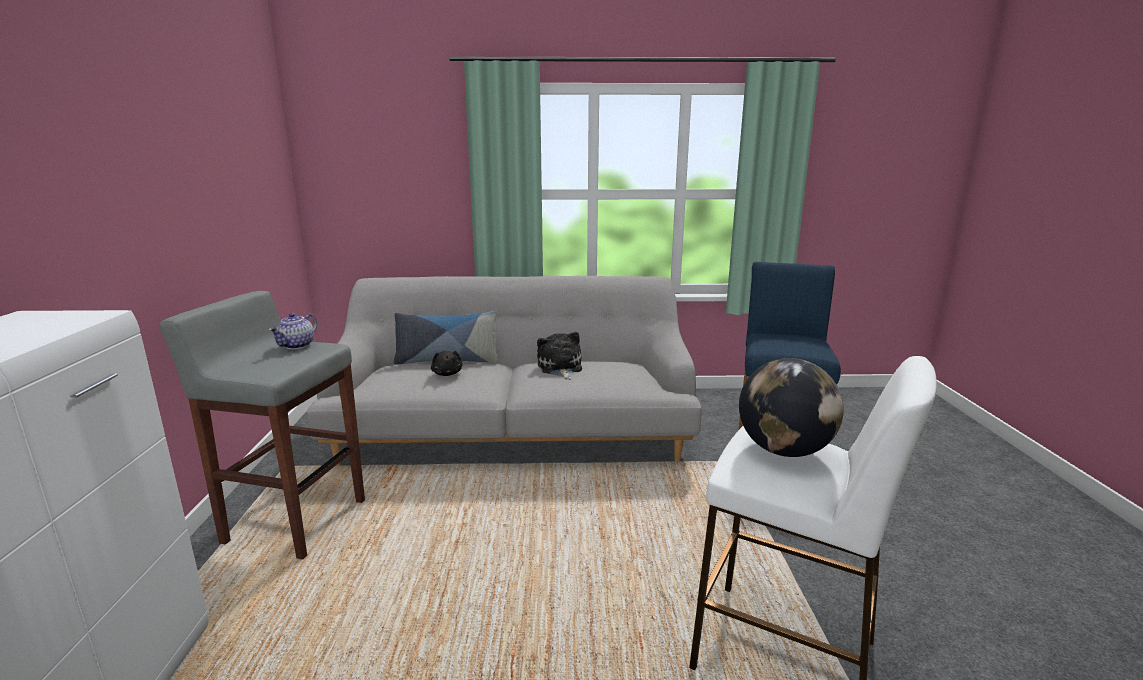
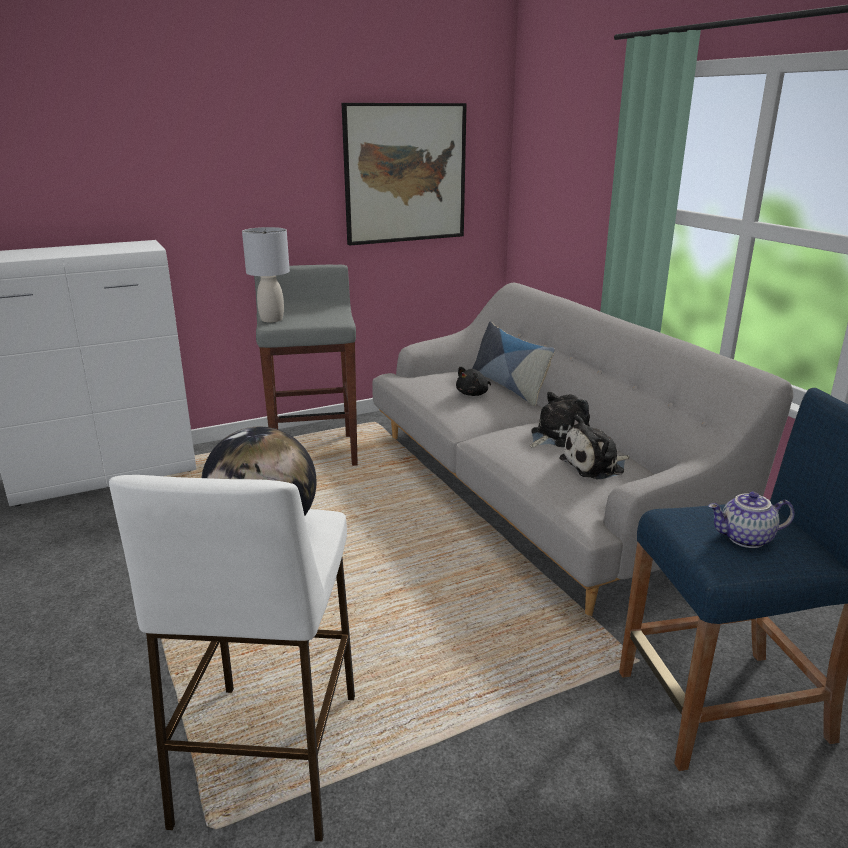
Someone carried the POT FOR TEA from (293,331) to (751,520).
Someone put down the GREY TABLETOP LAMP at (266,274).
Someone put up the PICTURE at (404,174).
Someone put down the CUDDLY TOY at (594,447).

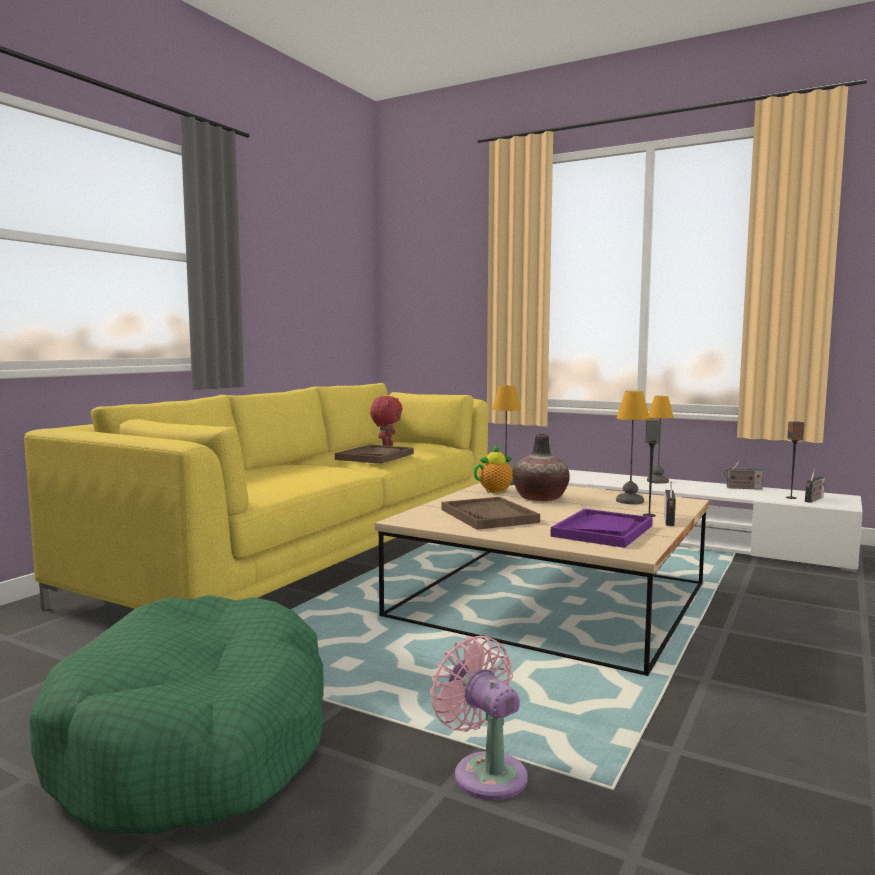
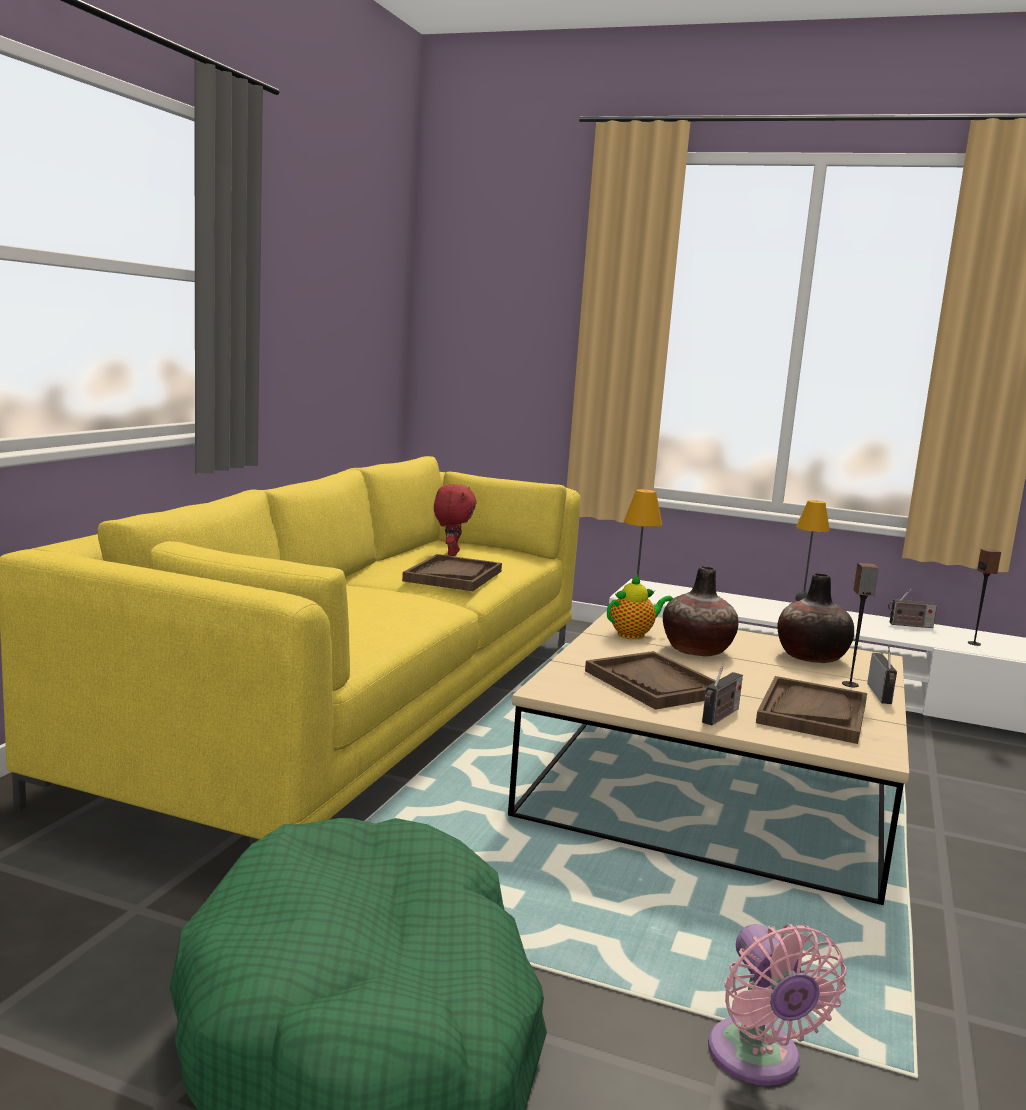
Someone rotated the PINKISH COOLING FAN at (479,718) by 150 degrees counterclockwise.
Someone repainted the PURPLISH CARRYING TRAY at (601,528), which became the BROWN-COLOURED CARRYING TRAY at (811,710).
Someone swapped the TABLETOP LAMP at (633,447) for the DECORATIVE VASE at (815,618).
Someone carried the RADIO RECEIVER from (815,486) to (722,694).

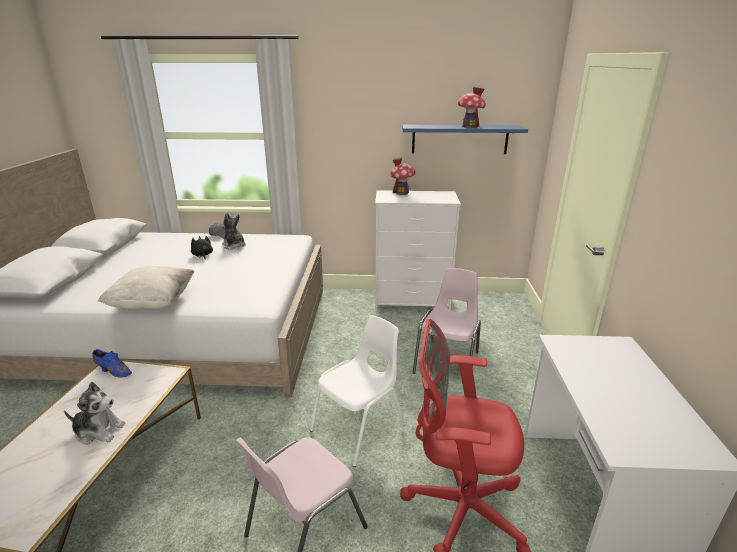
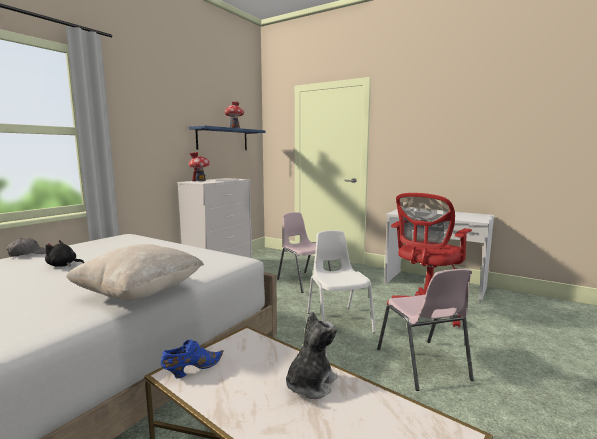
Someone took away the CUDDLY TOY at (234,231).

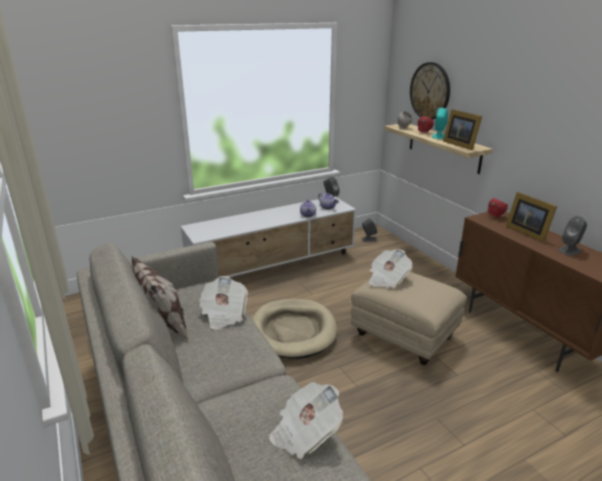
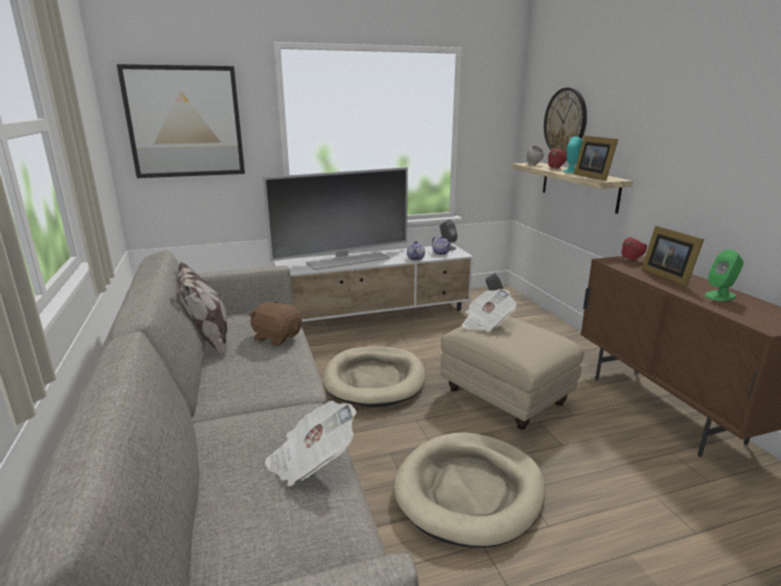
Someone swapped the NEWSPAPER at (223,303) for the BROWN-COLOURED CUDDLY TOY at (275,323).
Someone repainted the GREY AUDIO SPEAKER at (573,236), which became the GREEN AUDIO SPEAKER at (724,275).
Someone put up the PICTURE at (181,121).
Someone put down the TELEVISION at (335,218).
Someone put down the BEIGE DOG BED at (469,490).

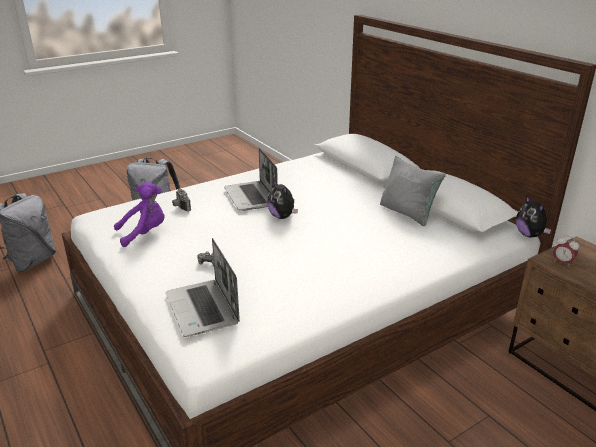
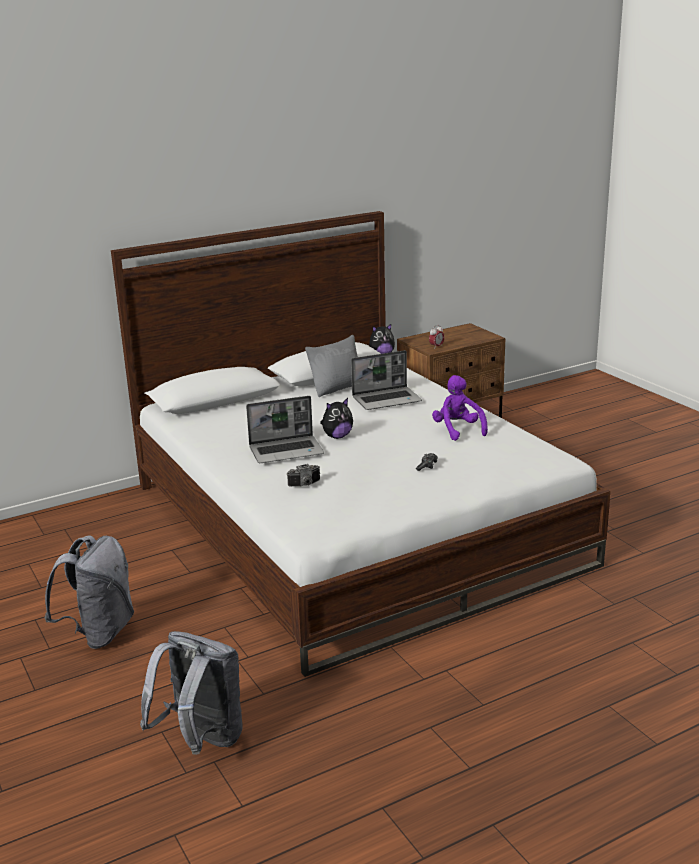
Someone carried the PURPLISH CUDDLY TOY from (139,214) to (460,408).
Someone carried the PORTABLE COMPUTER from (203,287) to (386,380).

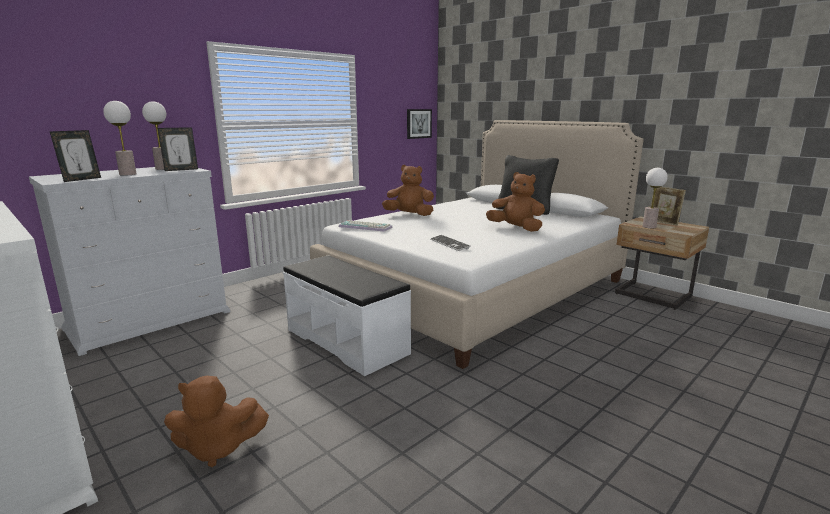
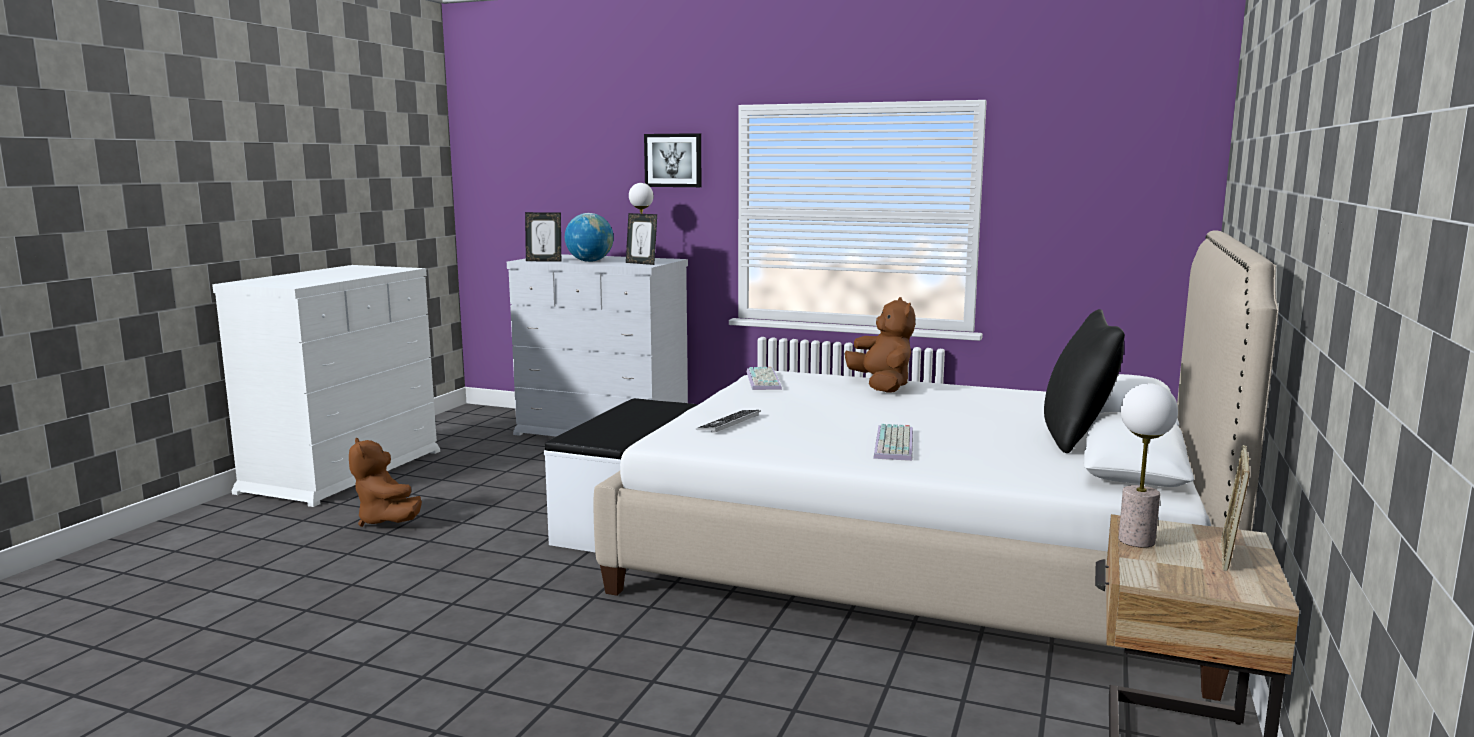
Someone swapped the TABLETOP LAMP at (119,138) for the DESK GLOBE at (589,237).
Someone carried the PICTURE from (419,124) to (673,160).
Someone swapped the BROWN-COLOURED CUDDLY TOY at (515,202) for the KEYBOARD at (893,442).

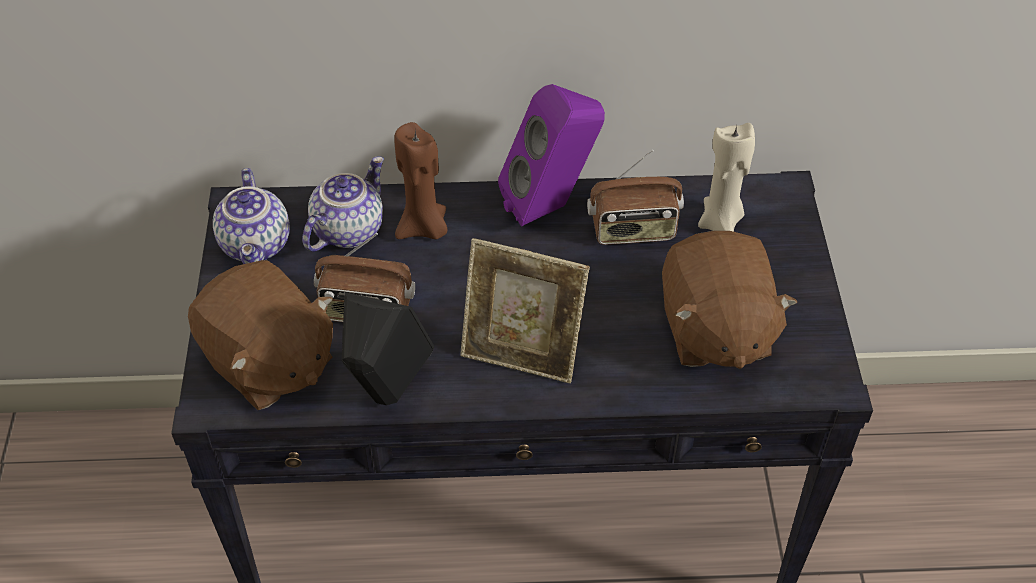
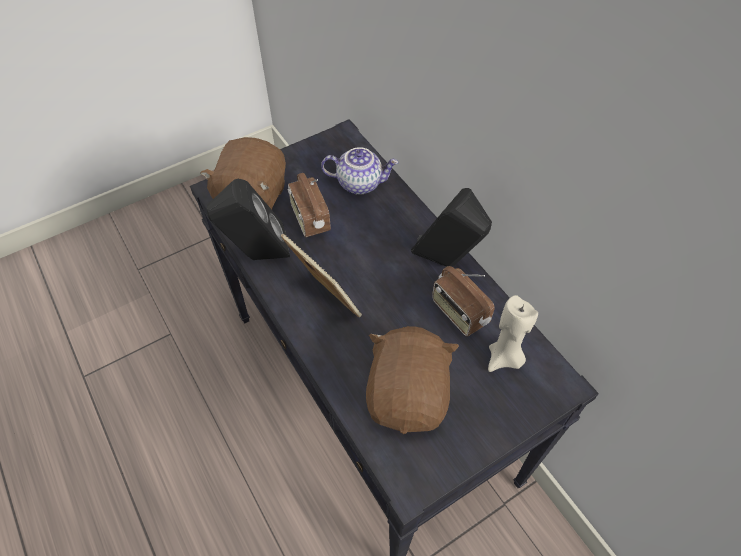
Someone took away the POT FOR TEA at (251,216).
Someone took away the BROWN-COLOURED WAX LIGHT at (420,180).
Someone rotated the PICTURE FRAME at (525,310) by 150 degrees clockwise.
Someone repainted the PURPLISH AUDIO SPEAKER at (551,155), which became the BLACKISH AUDIO SPEAKER at (451,227).
Someone rotated the BROWN-COLOURED CUDDLY TOY at (729,300) by 135 degrees clockwise.

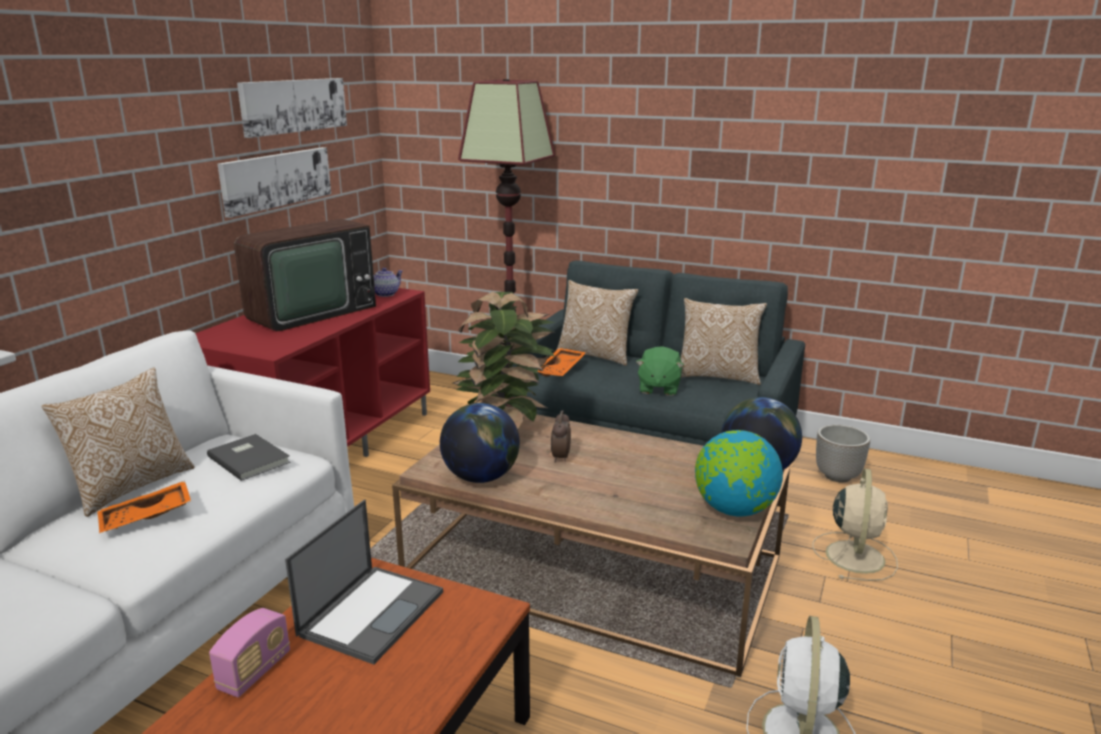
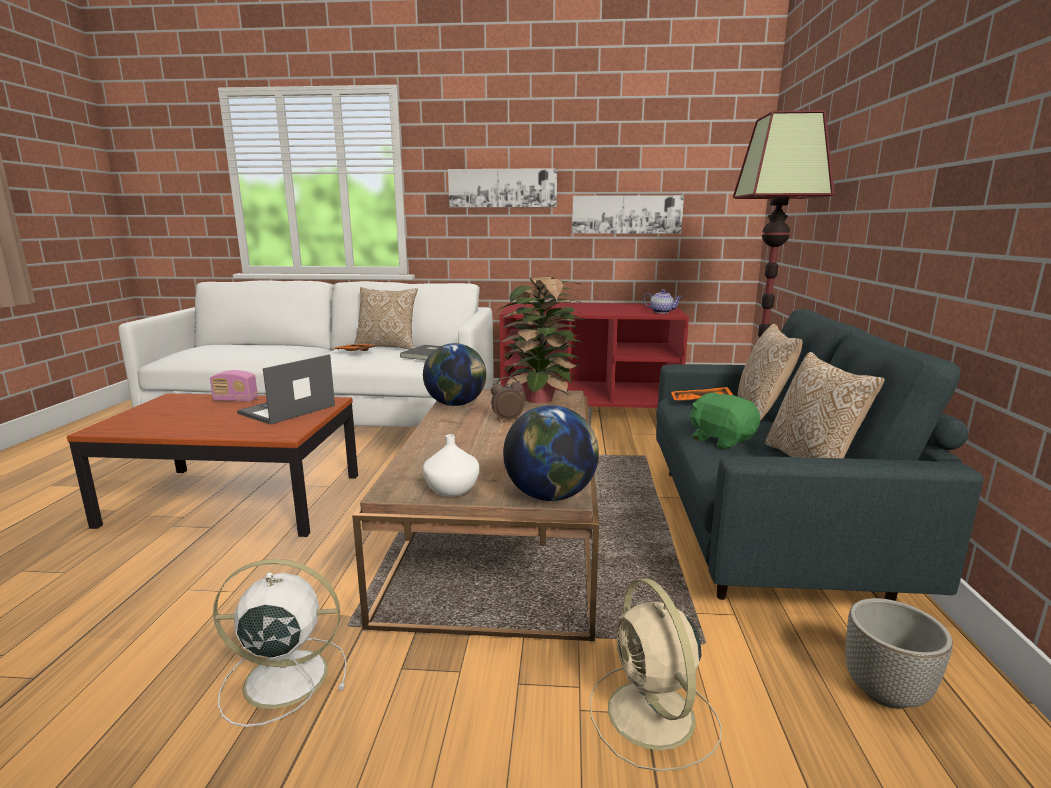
Someone took away the TELEVISION at (305,275).
Someone carried the PICTURE from (292,108) to (502,187).
Someone rotated the PORTABLE COMPUTER at (364,582) by 120 degrees clockwise.
Someone rotated the GREEN CUDDLY TOY at (660,371) by 60 degrees clockwise.
Someone swapped the DESK GLOBE at (739,473) for the WHITISH DECORATIVE VASE at (451,465).
Someone rotated the BEIGE COOLING FAN at (855,524) by 75 degrees clockwise.

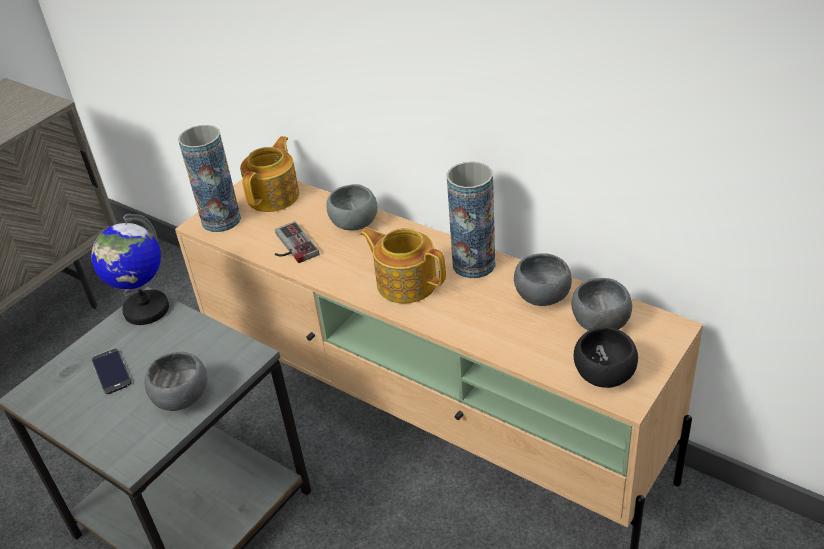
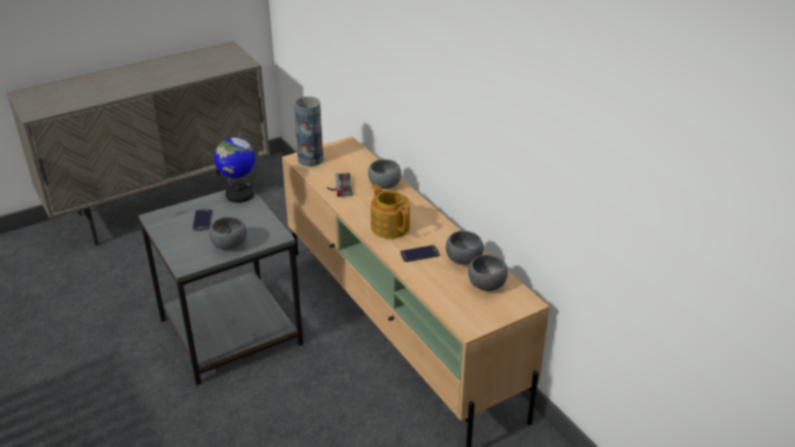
Someone took away the POT FOR TEA at (269,174).
Someone took away the DECORATIVE VASE at (471,220).
Someone took away the BLACKISH SERVING BOWL at (606,357).
Someone put down the PHONE at (419,253).

